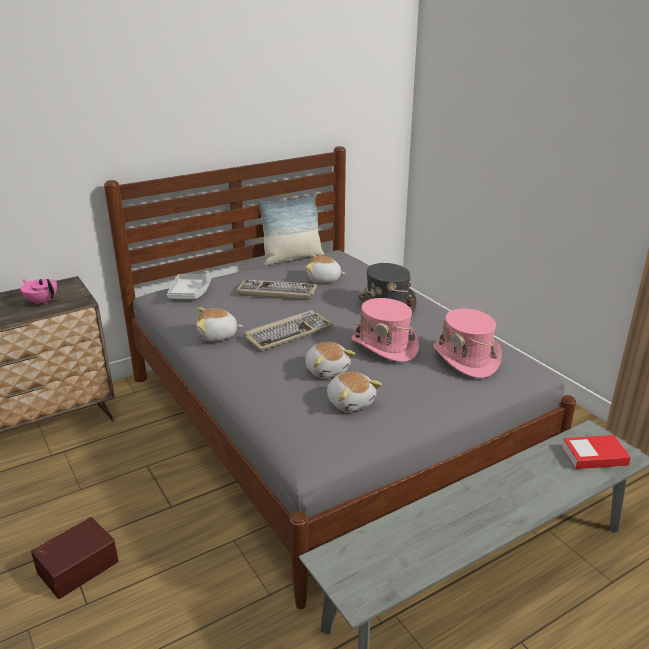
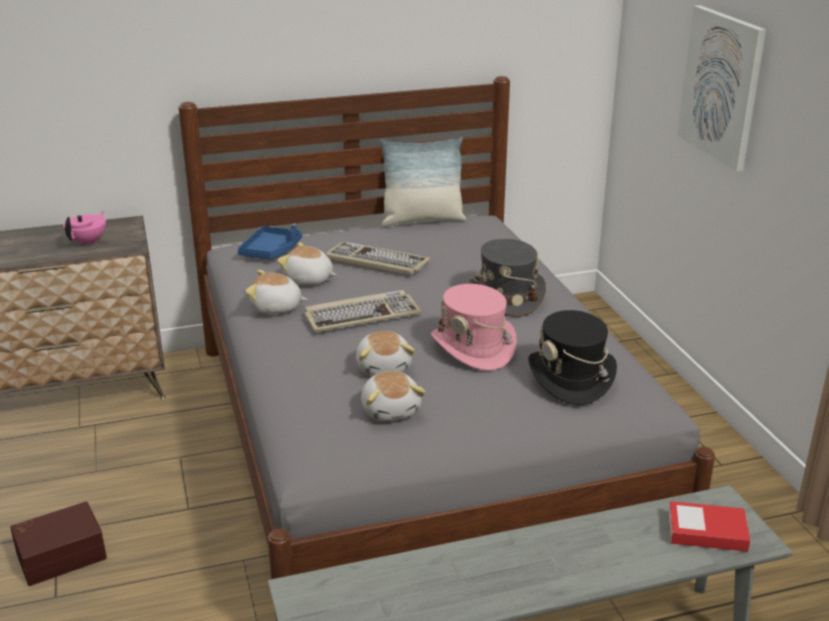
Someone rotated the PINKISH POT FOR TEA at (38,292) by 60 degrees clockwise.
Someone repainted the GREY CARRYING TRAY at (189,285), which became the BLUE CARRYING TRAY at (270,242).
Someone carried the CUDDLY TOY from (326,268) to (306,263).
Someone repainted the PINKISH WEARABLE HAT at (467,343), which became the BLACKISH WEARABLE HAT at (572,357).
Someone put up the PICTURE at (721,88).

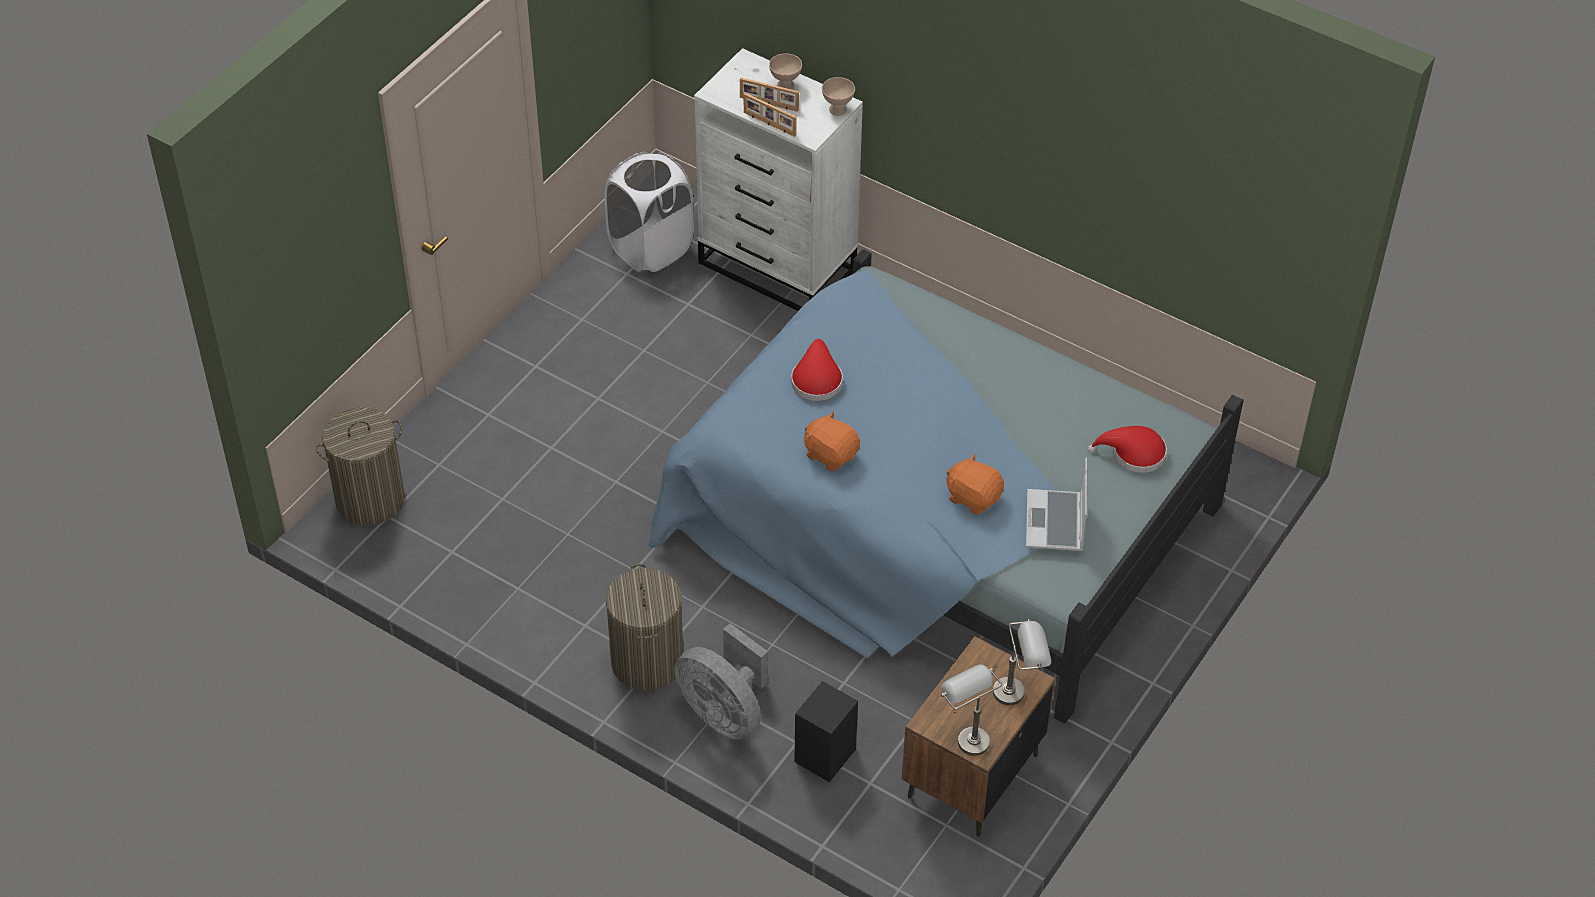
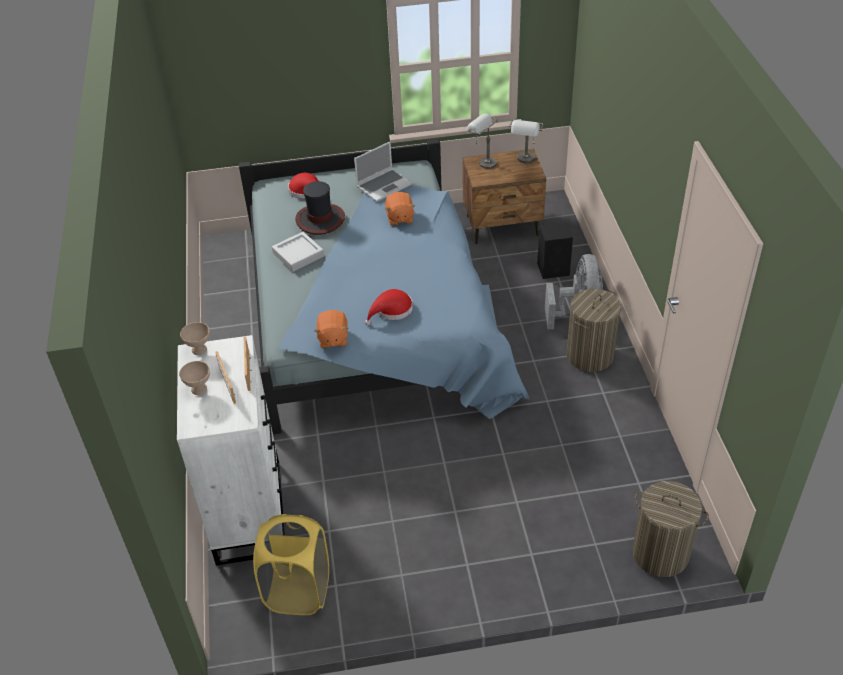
Someone repainted the WHITISH WASHING BASKET at (649,212), which became the YELLOWISH WASHING BASKET at (291,564).
Someone carried the ORANGE-COLOURED CUDDLY TOY from (832,441) to (331,329).
Someone put down the GREY CARRYING TRAY at (298,252).
Someone put down the WEARABLE HAT at (320,208).

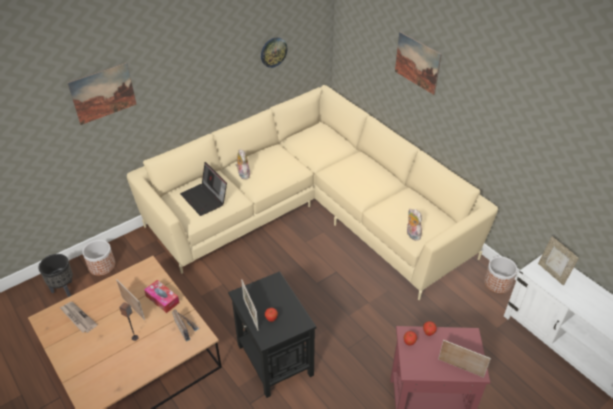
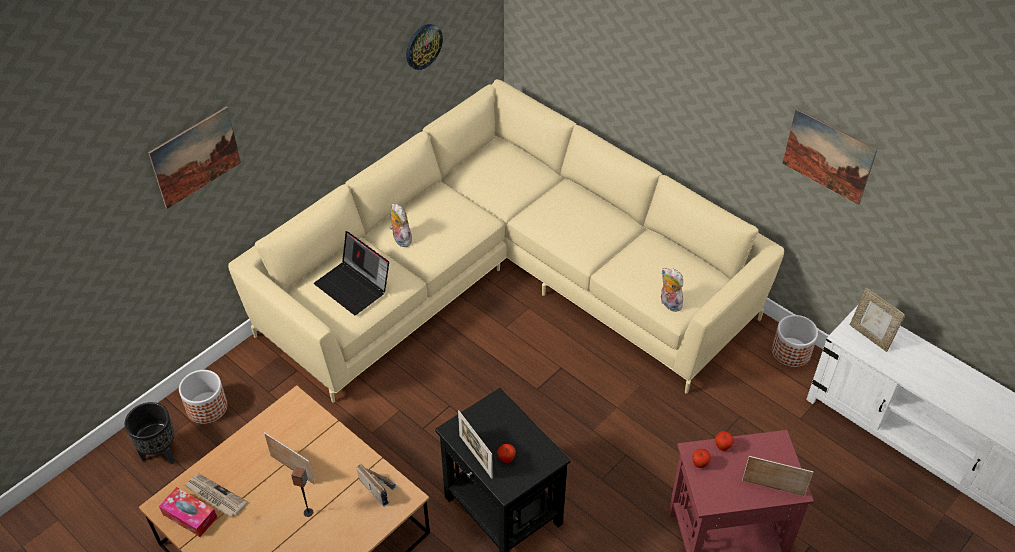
Someone carried the TISSUE HOLDER from (162,296) to (188,512).
Someone carried the PICTURE from (418,63) to (829,156).

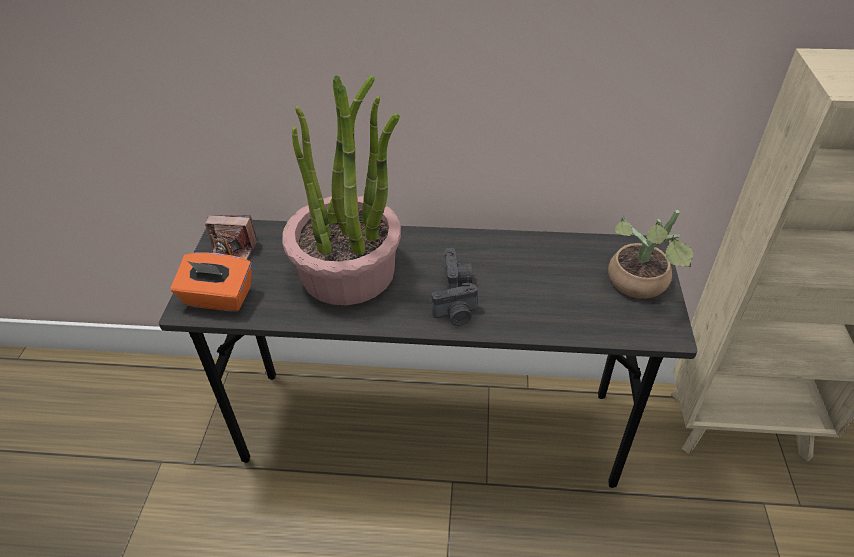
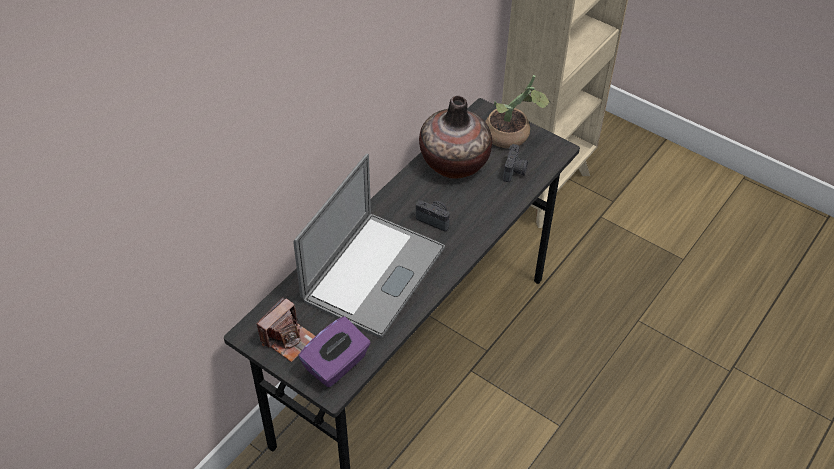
Someone repainted the ORANGE-COLOURED TISSUE HOLDER at (211,282), which became the PURPLISH TISSUE HOLDER at (334,351).
Someone swapped the POTTED PLANT at (341,190) for the PORTABLE COMPUTER at (369,246).
Someone carried the STILL CAMERA from (455,304) to (515,163).
Someone put down the DECORATIVE VASE at (455,137).

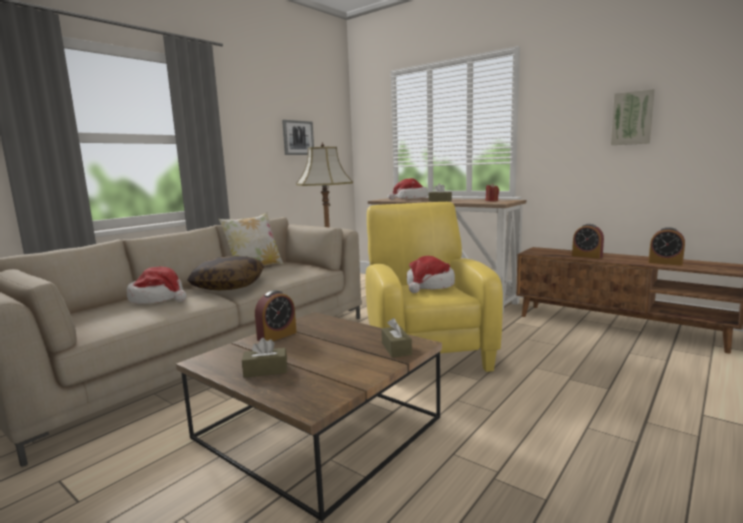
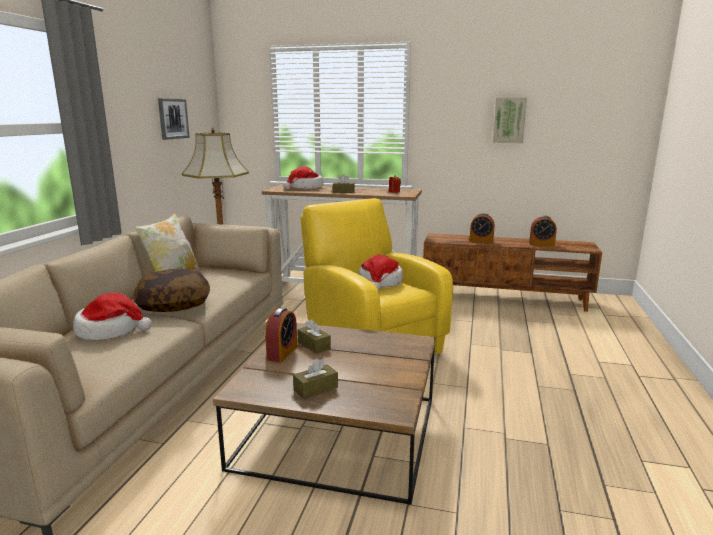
Someone carried the BROWN-COLOURED TISSUE HOLDER from (396,338) to (314,336).

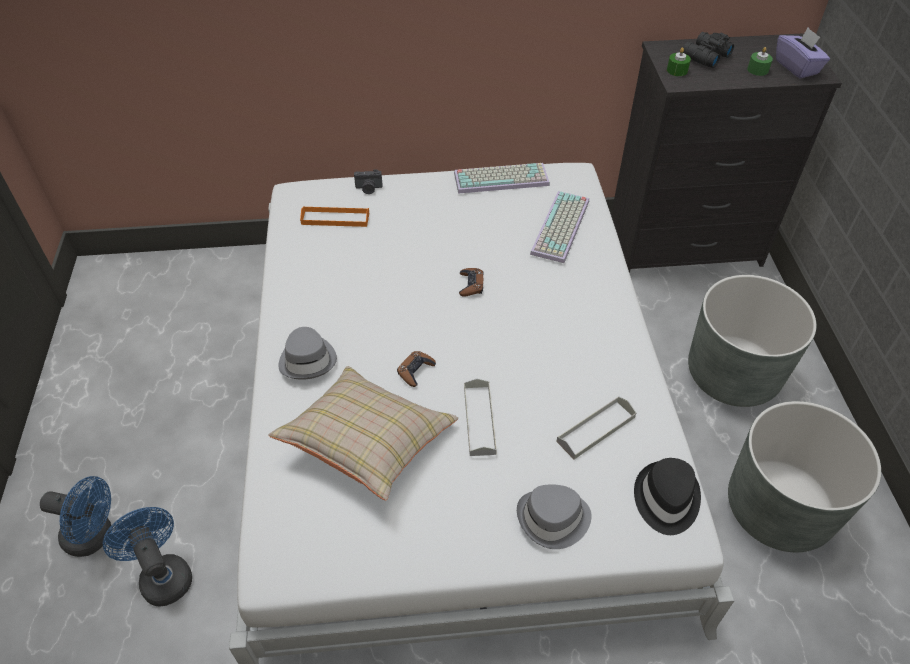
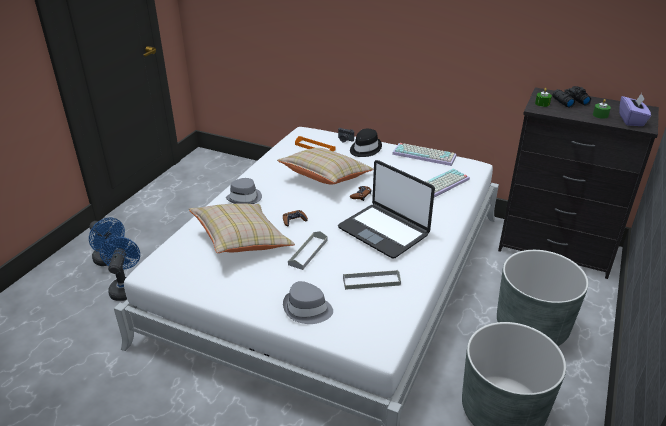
Someone carried the BLACKISH WEARABLE HAT from (667,496) to (366,143).
Someone put down the BEIGE PILLOW at (325,166).
Someone put down the PORTABLE COMPUTER at (386,209).

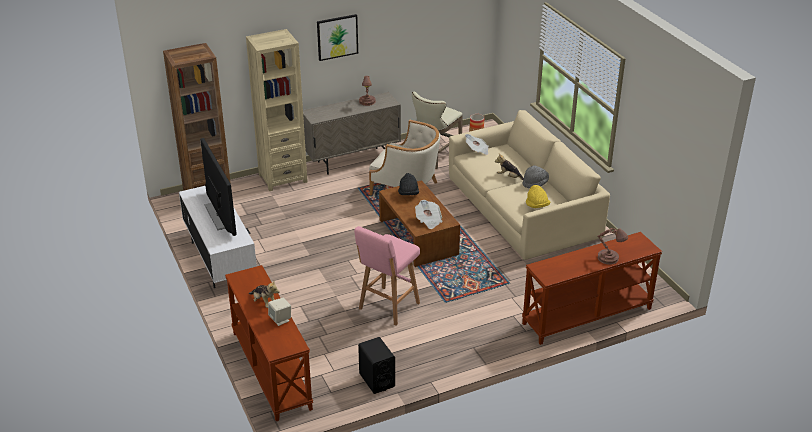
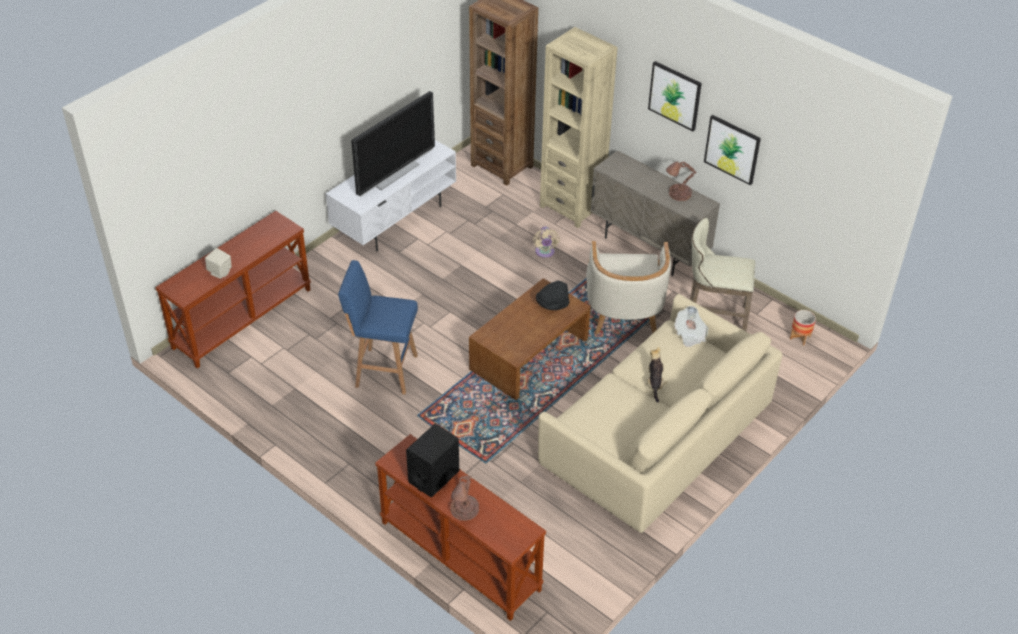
Someone took away the CUDDLY TOY at (264,294).
Someone repainted the PINKISH SITTING STOOL at (387,276), which became the BLUE SITTING STOOL at (378,327).
Someone carried the BLACKISH AUDIO SPEAKER from (376,365) to (432,460).
Someone took away the NEWSPAPER at (429,214).
Someone took away the GREY WEARABLE HAT at (535,176).
Someone took away the YELLOWISH WEARABLE HAT at (538,196).
Someone put down the BEIGE COOLING FAN at (546,242).
Someone put up the PICTURE at (732,150).

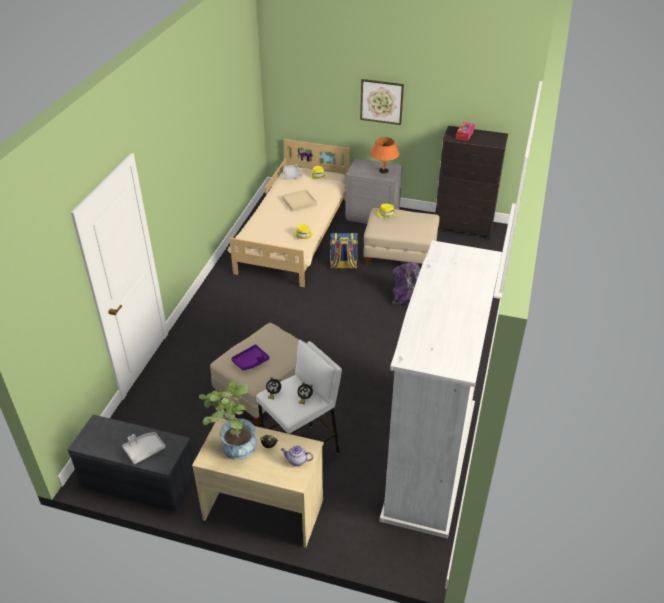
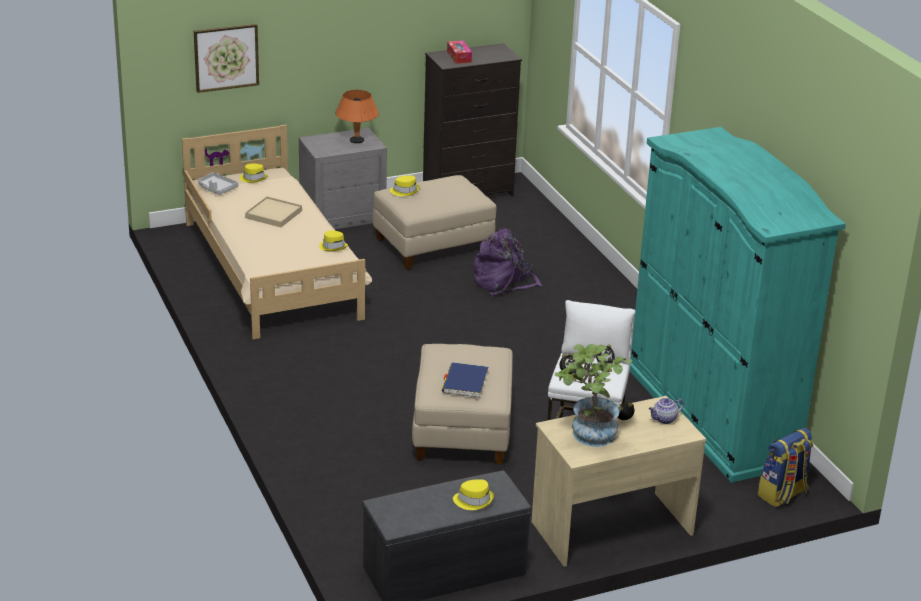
Someone swapped the GREY CARRYING TRAY at (143,448) for the YELLOWISH WEARABLE HAT at (473,494).
Someone swapped the PURPLISH CARRYING TRAY at (250,357) for the BLUE VOLUME at (465,380).
Someone carried the KNAPSACK from (344,251) to (785,467).
Someone carried the PICTURE from (382,102) to (226,58).
Someone repainted the WHITISH ARMOIRE at (441,389), which became the BLUE-GREEN ARMOIRE at (738,305).

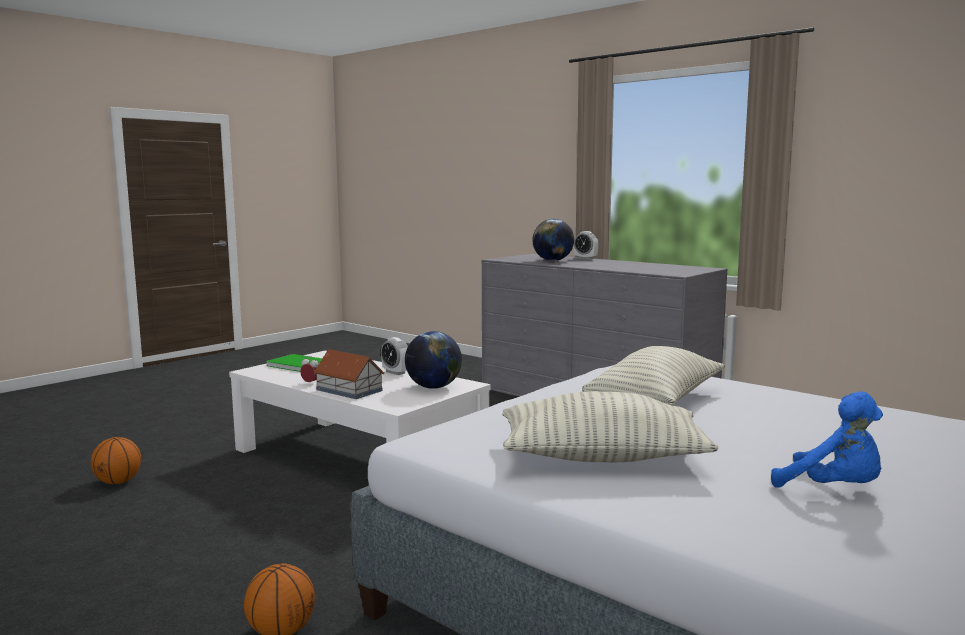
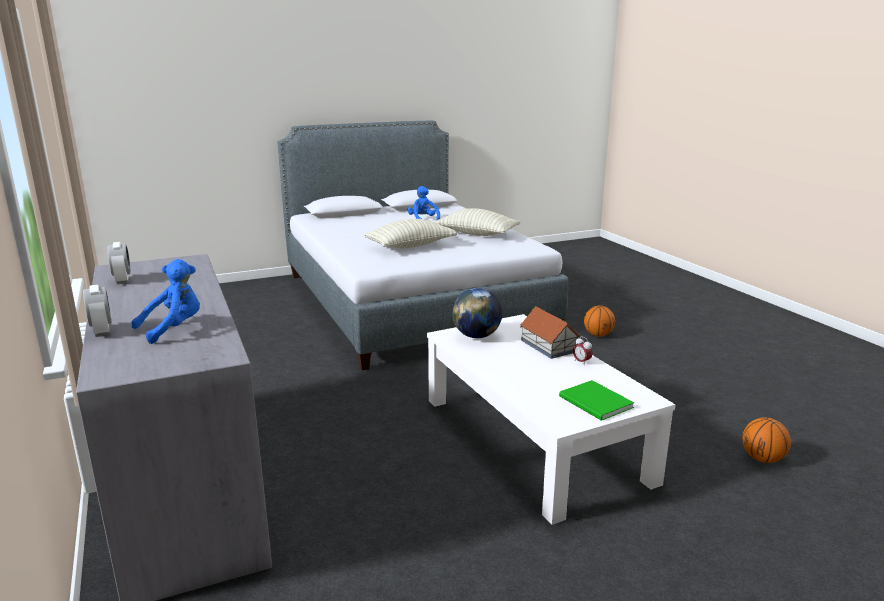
Someone carried the TABLE CLOCK from (394,356) to (119,263).
Someone swapped the DESK GLOBE at (553,240) for the BLUE CUDDLY TOY at (165,301).

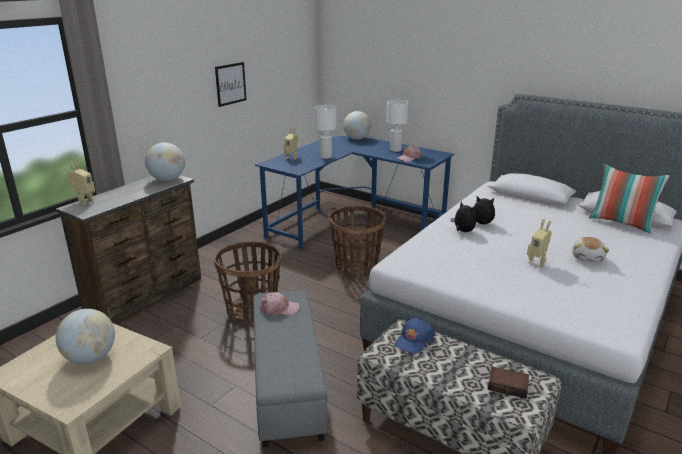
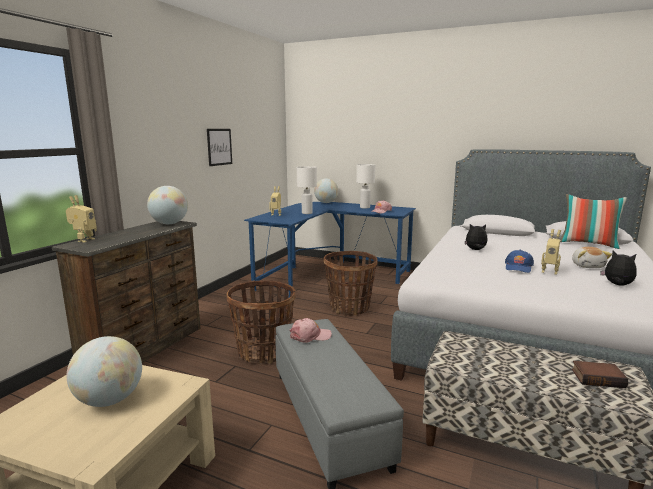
Someone carried the BLUE PEAKED CAP from (415,336) to (519,261).
Someone carried the CUDDLY TOY from (463,216) to (618,268).

